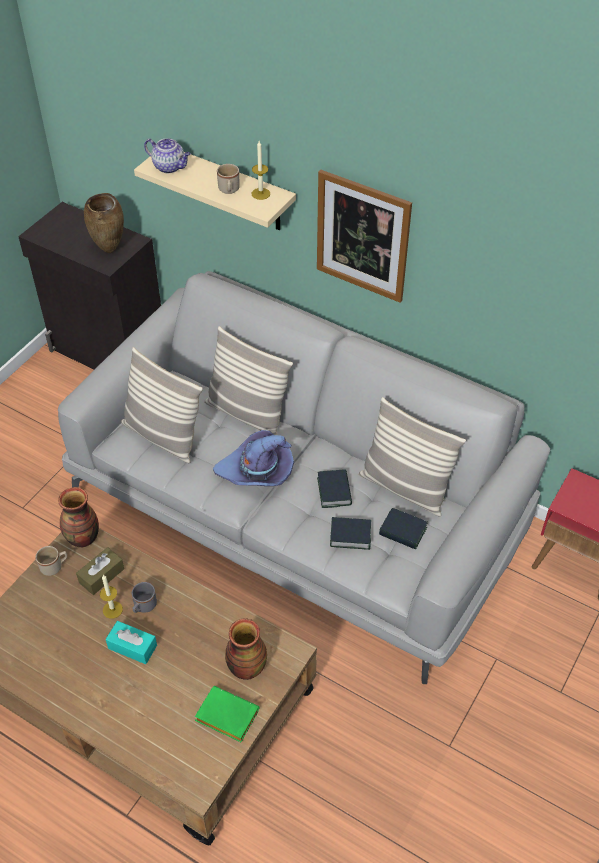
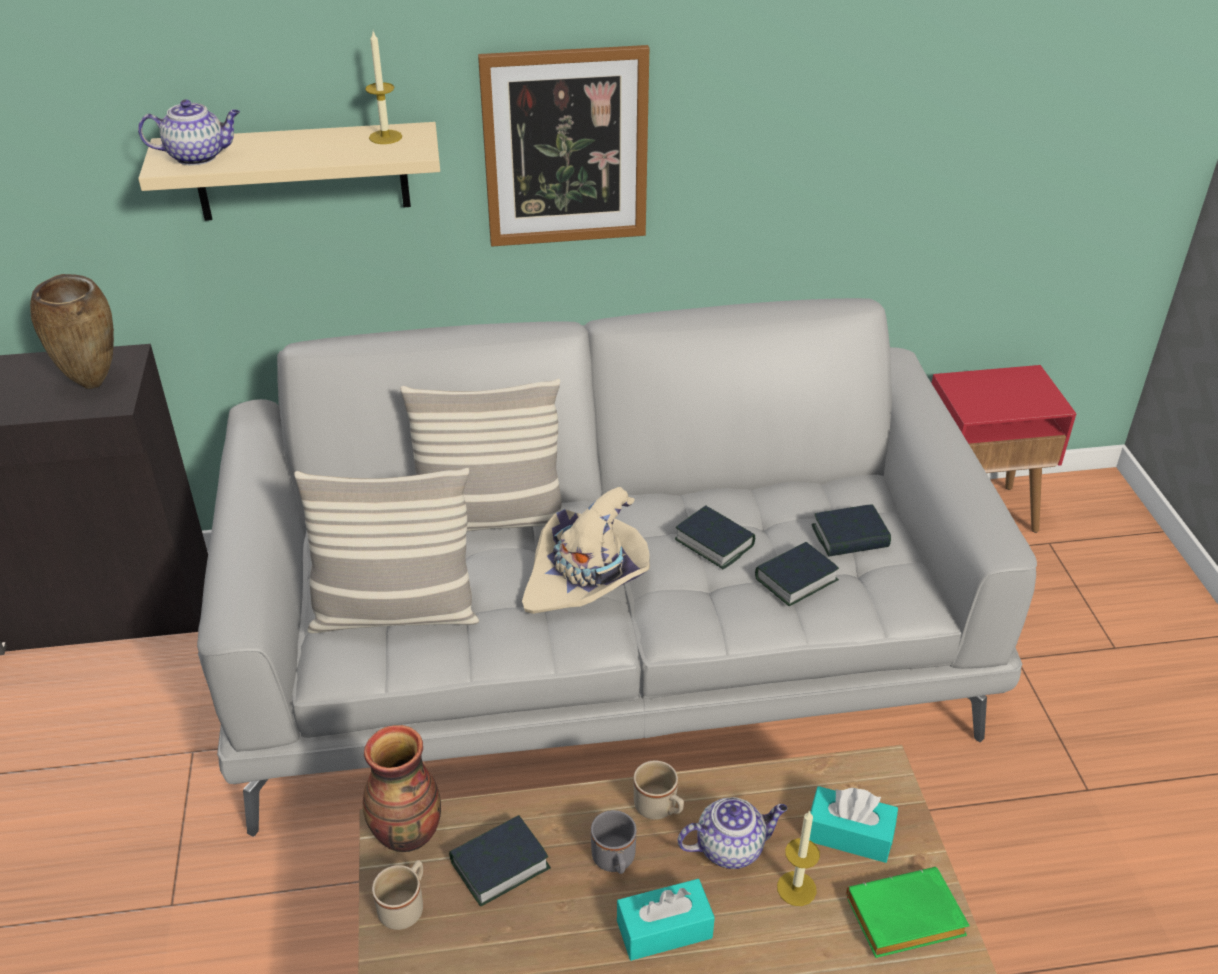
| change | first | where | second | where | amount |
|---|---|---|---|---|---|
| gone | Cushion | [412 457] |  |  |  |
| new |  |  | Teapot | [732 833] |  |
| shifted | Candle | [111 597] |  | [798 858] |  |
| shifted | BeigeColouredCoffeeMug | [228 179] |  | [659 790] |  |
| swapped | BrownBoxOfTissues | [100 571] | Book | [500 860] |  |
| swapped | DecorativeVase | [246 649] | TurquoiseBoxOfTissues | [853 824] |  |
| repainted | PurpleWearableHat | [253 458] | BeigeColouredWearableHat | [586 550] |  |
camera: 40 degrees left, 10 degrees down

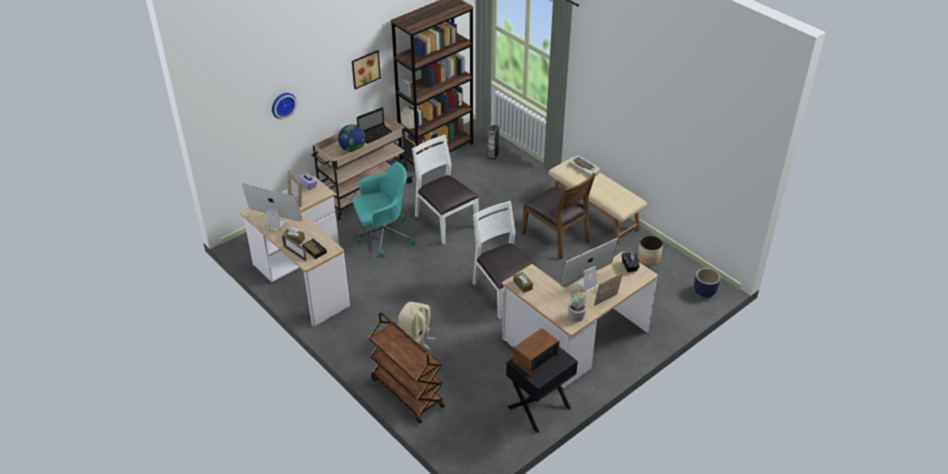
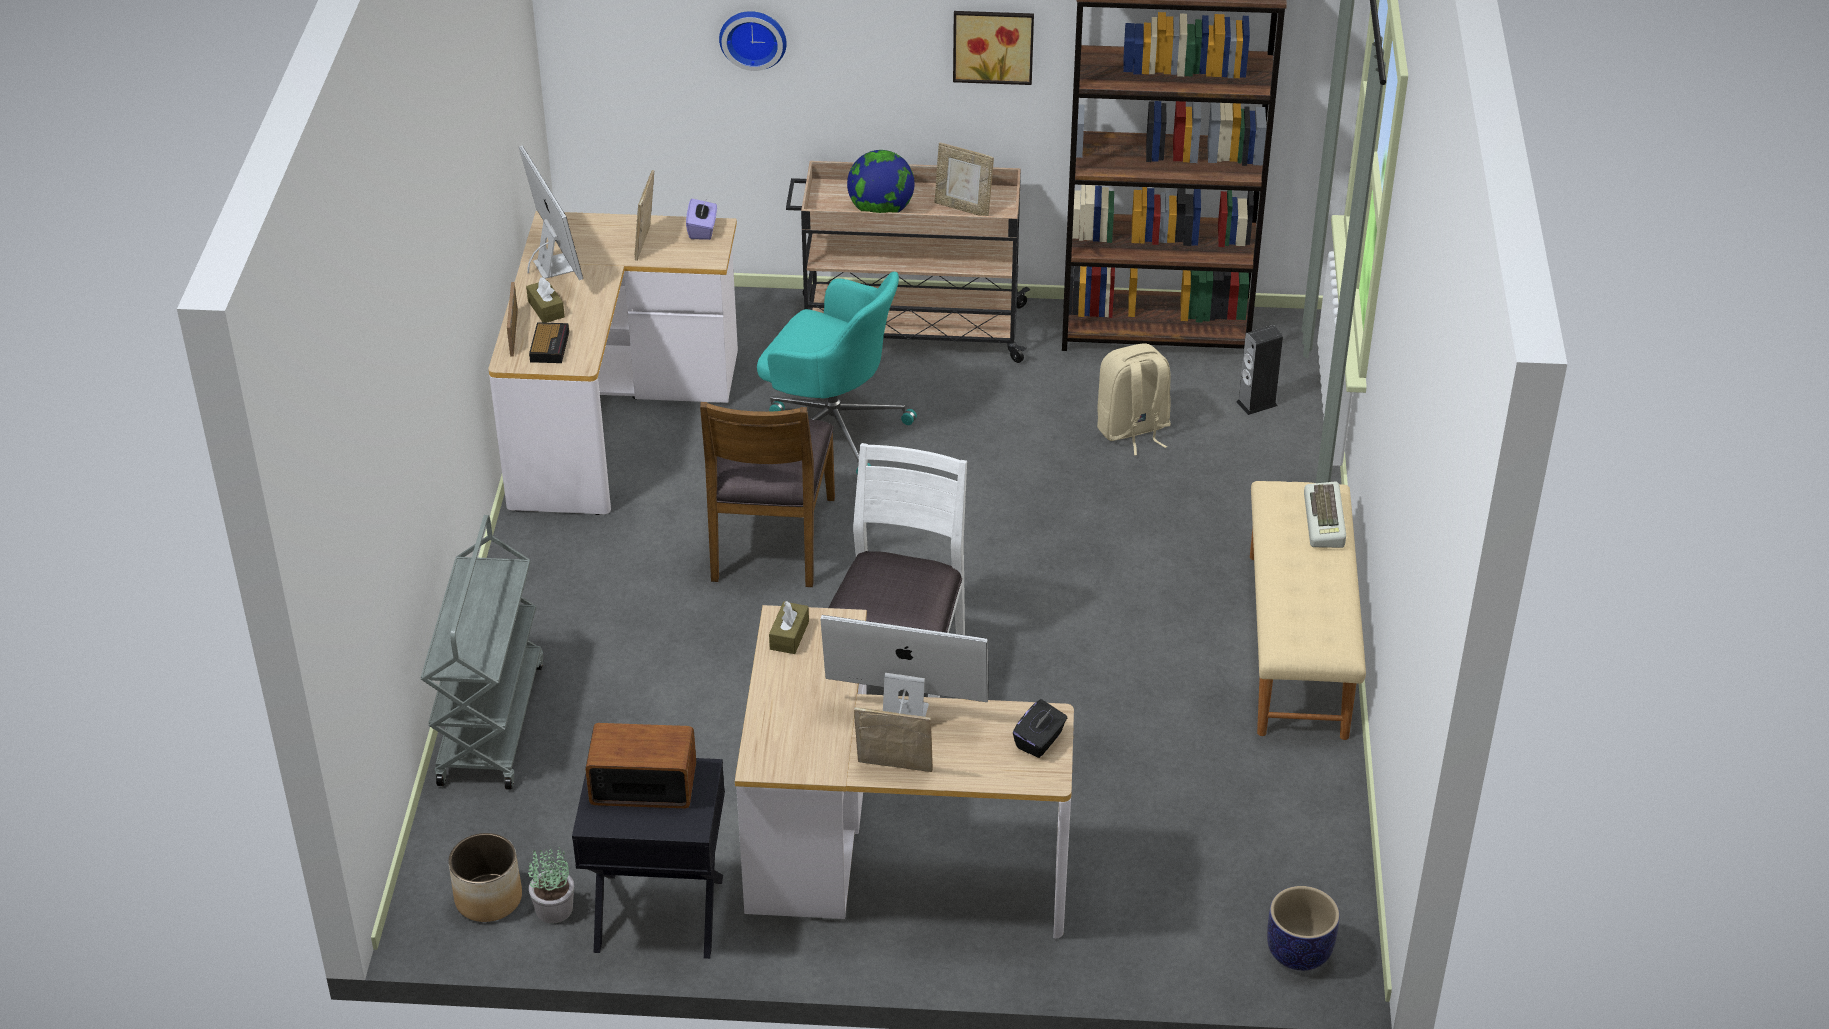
| change | first | where | second | where | amount |
|---|---|---|---|---|---|
| gone | WhiteUprightChair | [445 190] |  |  |  |
| shifted | BeigeColouredRucksack | [417 325] |  | [1134 399] |  |
| shifted | BrownUprightChair | [558 216] |  | [767 494] |  |
| shifted | PottedPlant | [577 305] |  | [551 884] |  |
| shifted | Planter | [650 250] |  | [485 877] |  |
| swapped | Laptop | [374 125] | PictureFrame | [964 179] |  |
| repainted | BrownWheeledCart | [406 367] | GrayWheeledCart | [482 652] |  |
camera: 45 degrees right, 0 degrees up

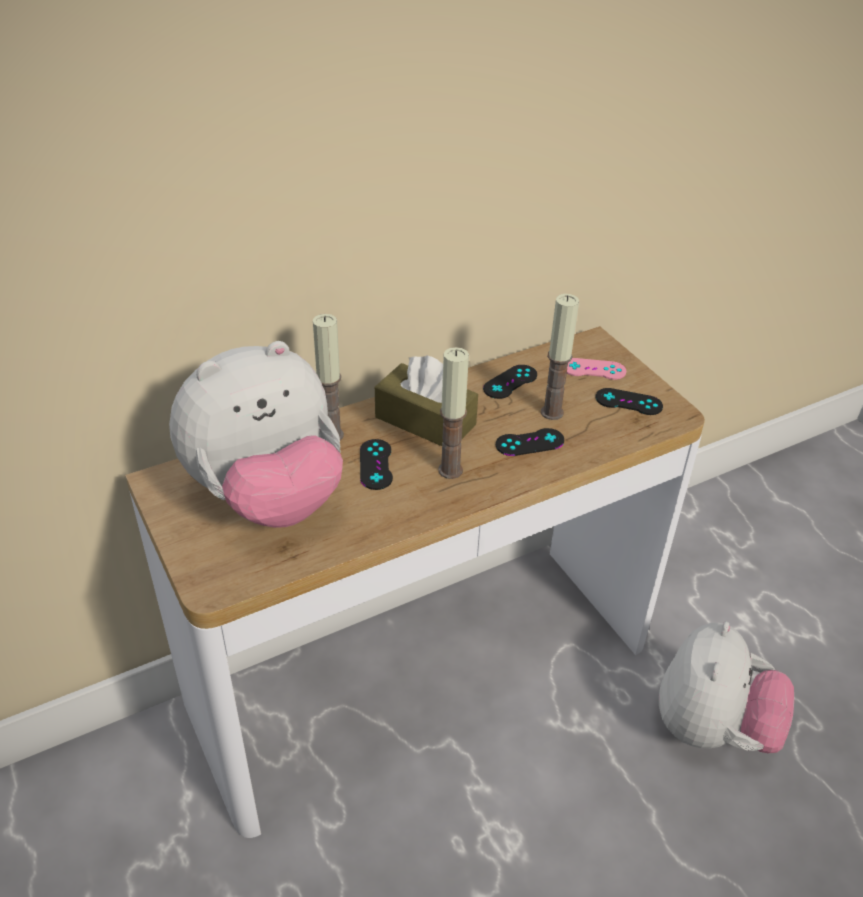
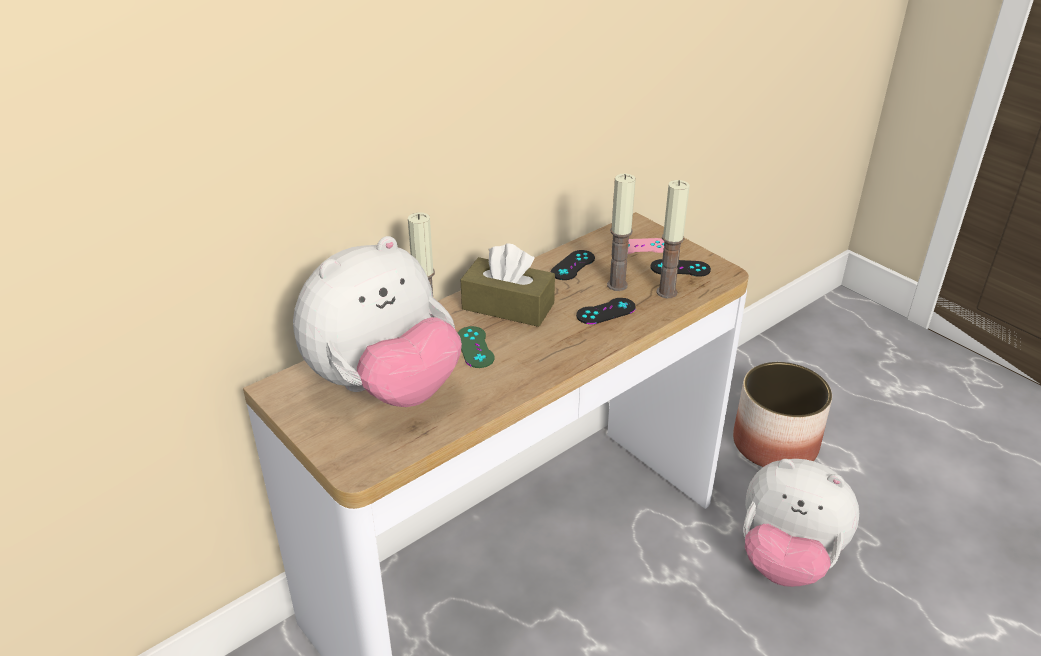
| change | first | where | second | where | amount |
|---|---|---|---|---|---|
| new |  |  | Planter | [782 414] |  |
| shifted | Candle | [453 413] |  | [673 239] |  |
| repainted | BlackishGamepad | [376 464] | GreenGamepad | [476 347] |  |
| rotated | SoftToy | [726 687] |  | [801 523] | 105 degrees clockwise |
camera: 10 degrees left, 5 degrees down

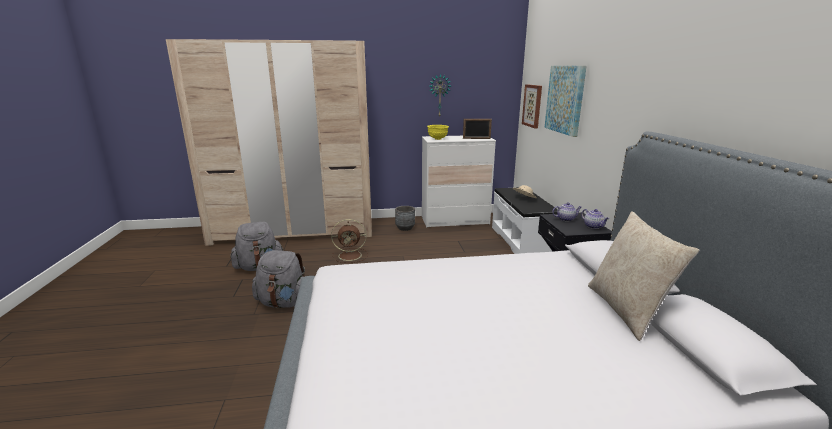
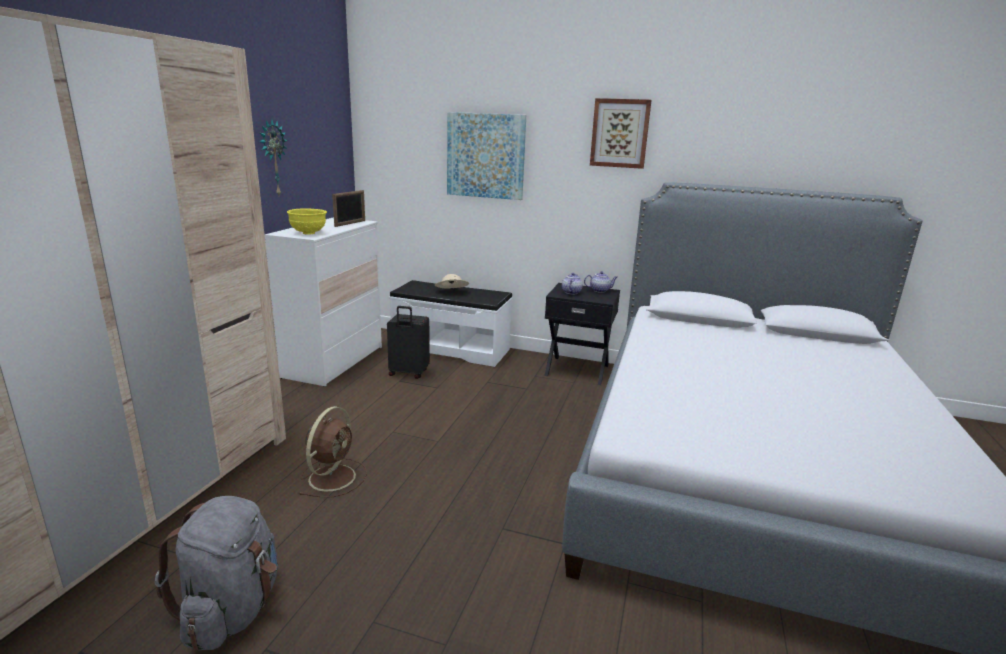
| change | first | where | second | where | amount |
|---|---|---|---|---|---|
| gone | GrayRucksack | [278 279] |  |  |  |
| gone | GrayPlanter | [405 218] |  |  |  |
| gone | BeigeColouredCushion | [643 276] |  |  |  |
| new |  |  | BlackishTravelCase | [408 342] |  |
| shifted | Picture | [532 106] |  | [621 133] |  |
camera: 65 degrees left, 0 degrees up

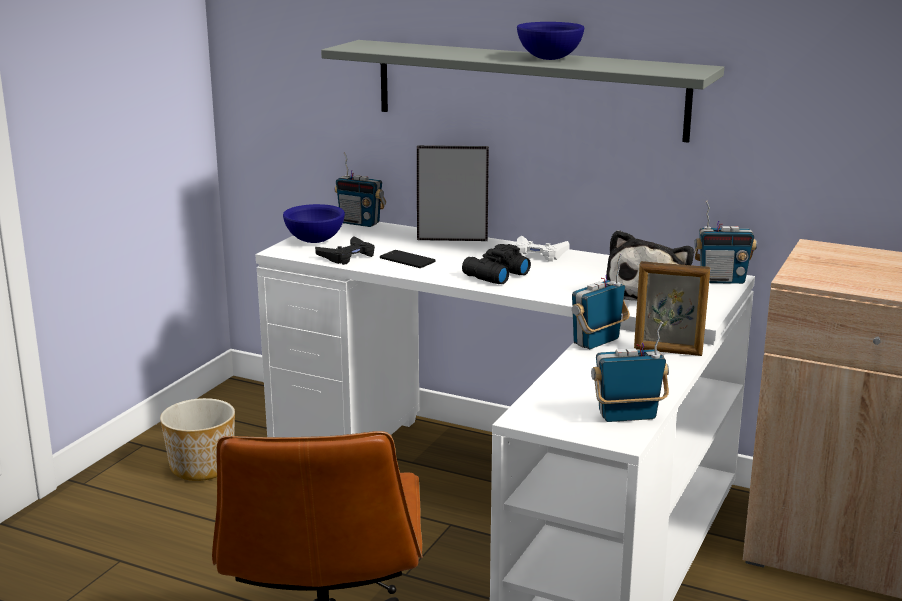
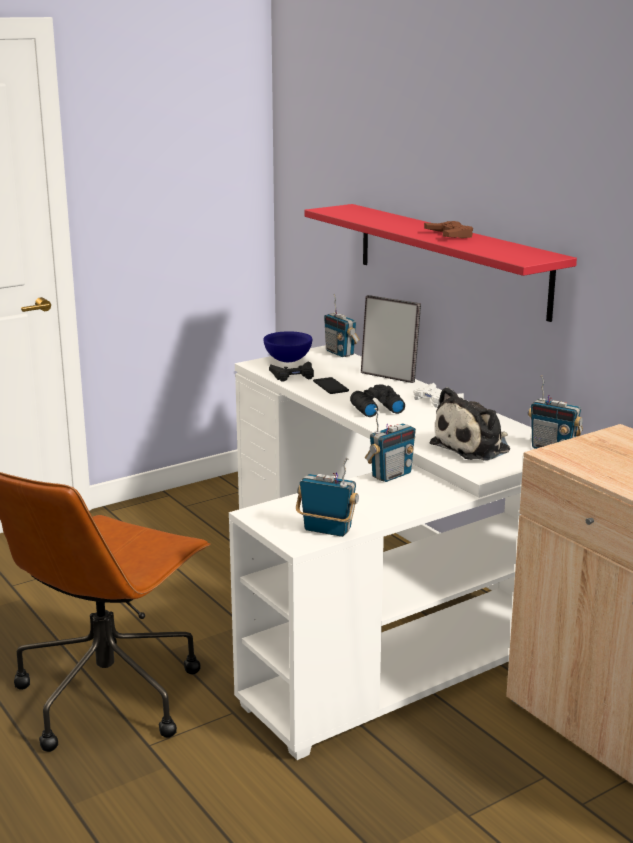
| change | first | where | second | where | amount |
|---|---|---|---|---|---|
| gone | Planter | [197 439] |  |  |  |
| gone | PictureFrame | [672 308] |  |  |  |
| swapped | BlueColouredDeepDish | [550 41] | BrownGamepad | [448 229] |  |
| repainted | GrayShelf | [522 91] | RedShelf | [440 263] |  |
| rotated | RadioReceiver | [601 301] |  | [390 445] | 150 degrees clockwise |
camera: 30 degrees right, 0 degrees up

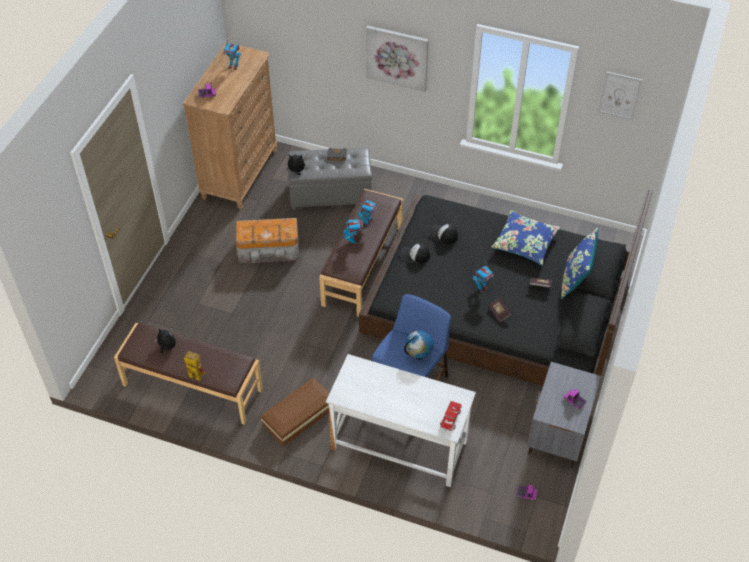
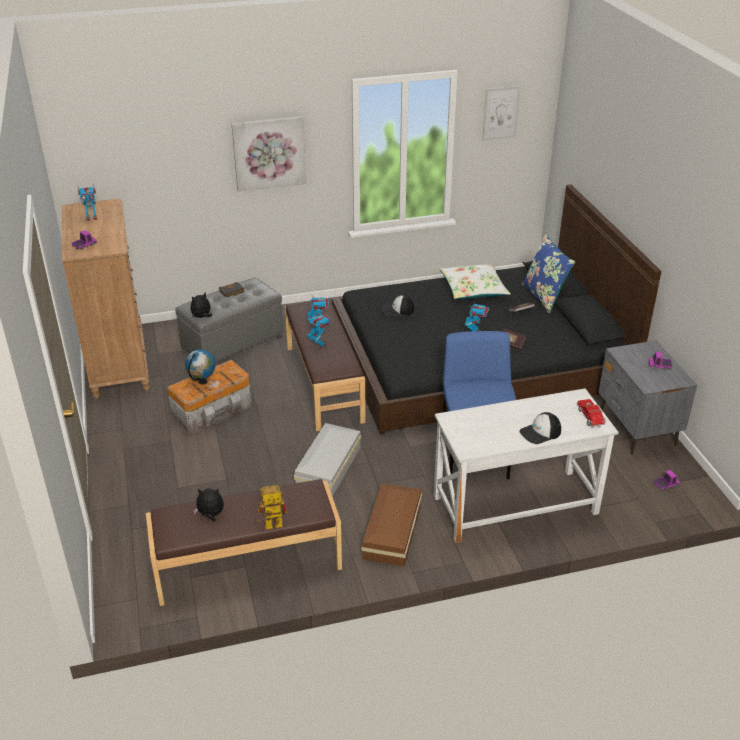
| change | first | where | second | where | amount |
|---|---|---|---|---|---|
| new |  |  | WhiteStorageContainer | [327 460] |  |
| shifted | PeakedCap | [415 253] |  | [540 428] |  |
| shifted | Globe | [418 345] |  | [200 367] |  |
| repainted | BlueColouredCushion | [525 238] | WhiteCushion | [475 282] |  |
camera: 35 degrees left, 15 degrees down

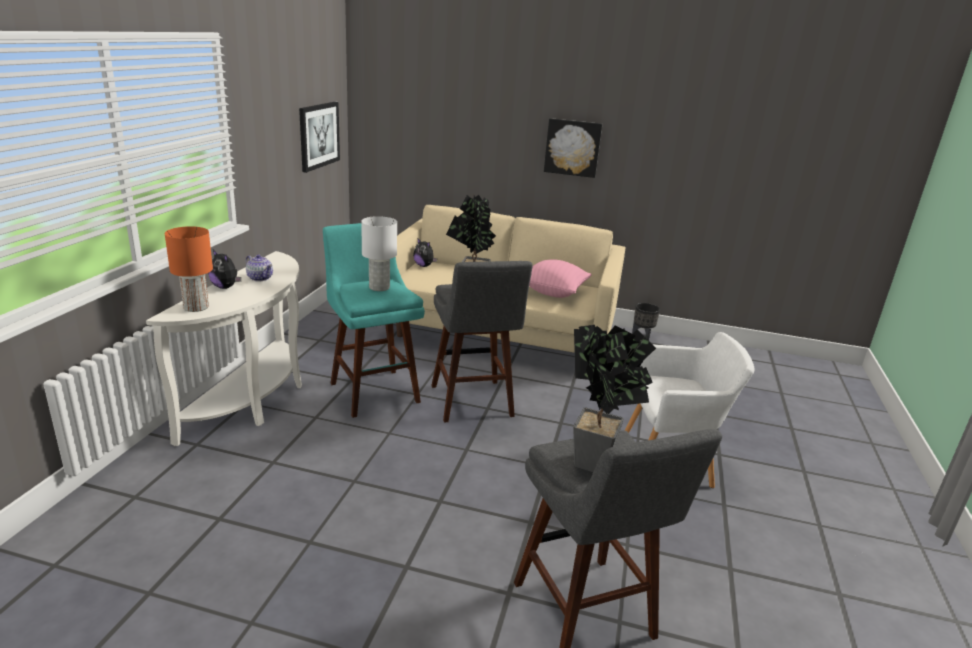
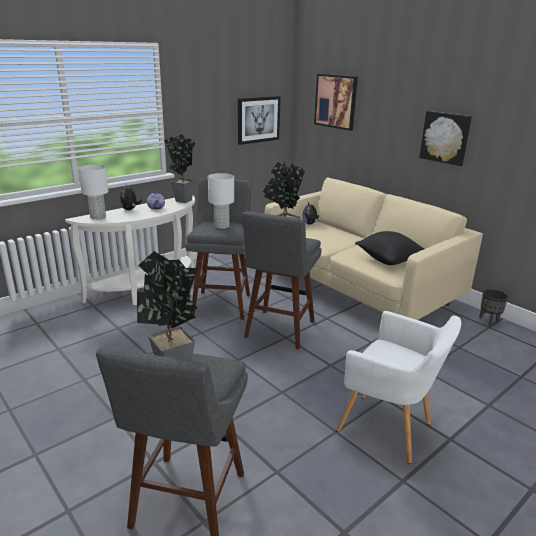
| change | first | where | second | where | amount |
|---|---|---|---|---|---|
| new |  |  | PottedPlant | [180 168] |  |
| new |  |  | Picture | [336 102] |  |
| repainted | OrangeLampForATable | [189 269] | WhiteLampForATable | [93 192] |  |
| repainted | TurquoiseStool | [374 320] | GrayStool | [218 249] |  |
| repainted | PinkishCushion | [560 278] | BlackishCushion | [389 248] |  |
camera: 35 degrees right, 0 degrees up

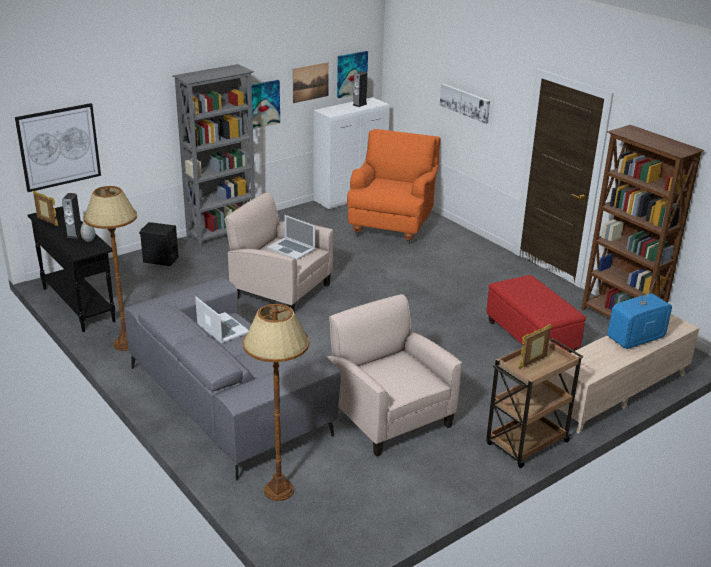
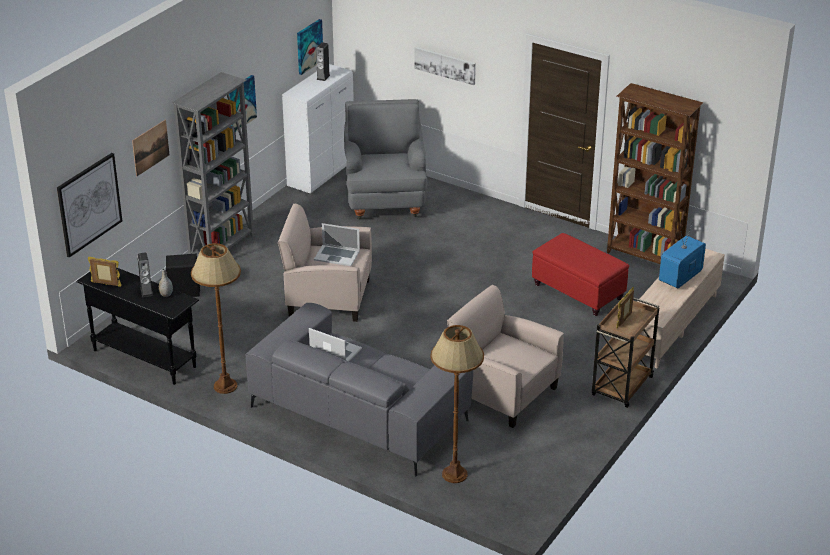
| change | first | where | second | where | amount |
|---|---|---|---|---|---|
| shifted | Picture | [311 82] |  | [150 148] |  |
| repainted | OrangeEasyChair | [394 186] | GrayEasyChair | [385 159] |  |
camera: 20 degrees left, 5 degrees up

